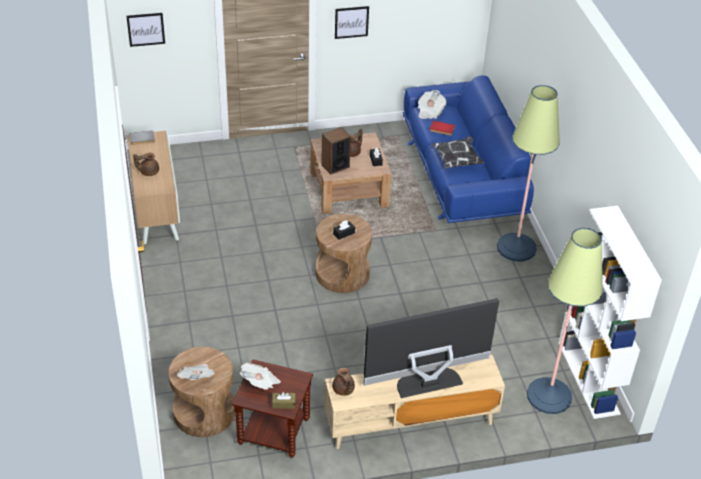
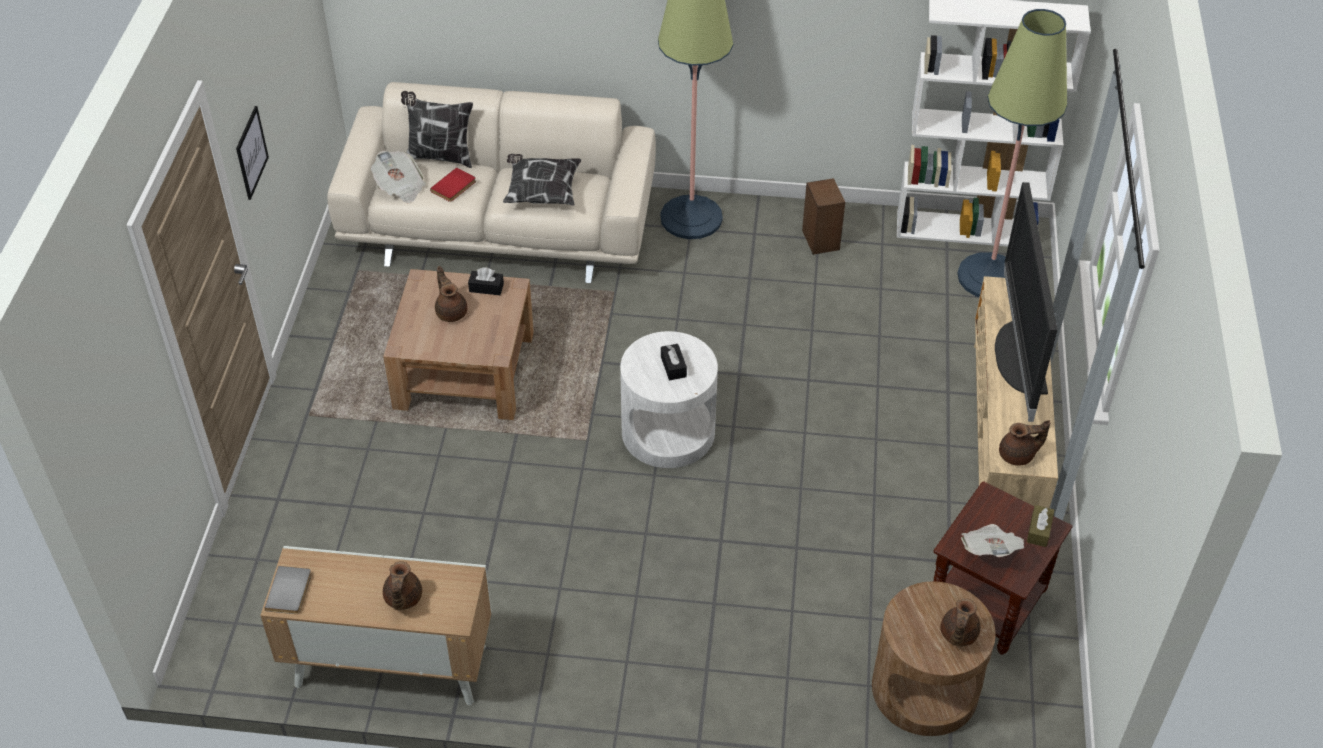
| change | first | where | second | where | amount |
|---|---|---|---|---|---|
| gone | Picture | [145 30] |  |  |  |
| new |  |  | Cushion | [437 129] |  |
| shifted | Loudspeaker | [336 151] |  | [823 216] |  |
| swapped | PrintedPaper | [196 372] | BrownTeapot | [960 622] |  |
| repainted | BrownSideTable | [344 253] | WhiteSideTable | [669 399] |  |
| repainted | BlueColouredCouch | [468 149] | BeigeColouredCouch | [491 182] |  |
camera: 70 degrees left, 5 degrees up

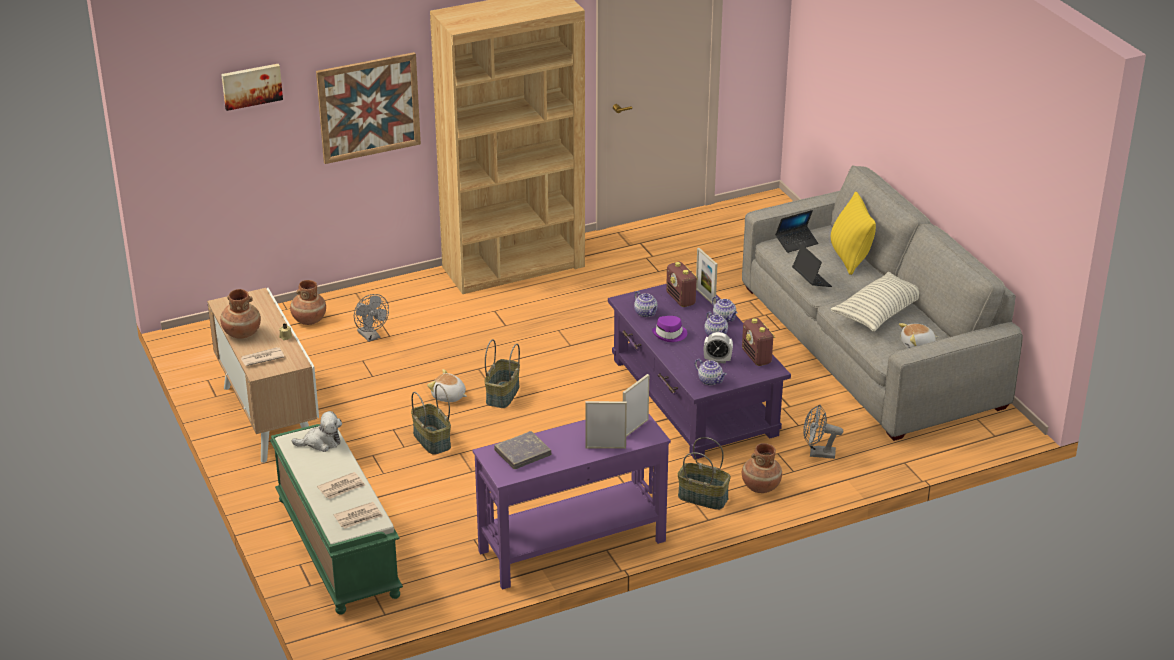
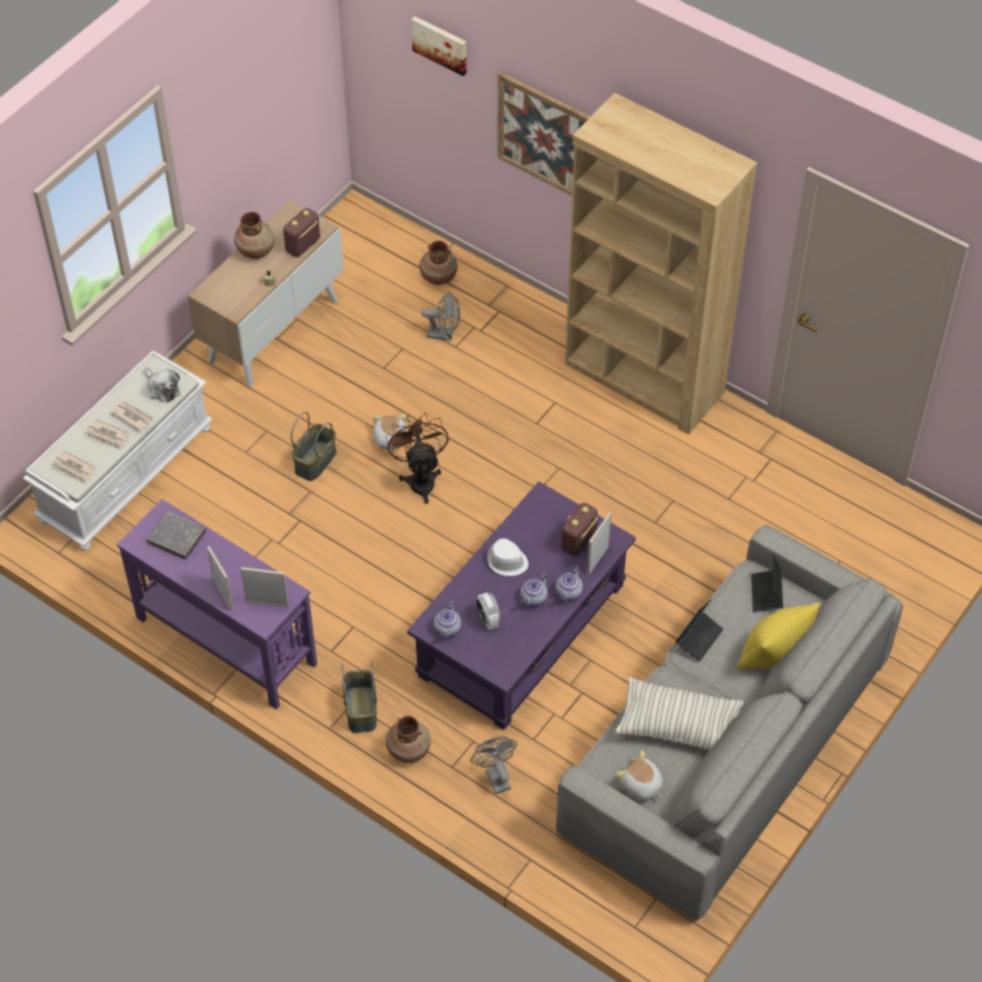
| change | first | where | second | where | amount |
|---|---|---|---|---|---|
| gone | Teapot | [646 304] |  |  |  |
| shifted | PrintedPaper | [262 356] |  | [132 416] |  |
| shifted | RadioReceiver | [758 342] |  | [301 232] |  |
| swapped | StorageBasket | [502 373] | BrownFan | [417 458] |  |
| repainted | GreenBench | [336 519] | WhiteBench | [118 451] |  |
| repainted | PurpleWearableHat | [669 329] | WhiteWearableHat | [507 557] |  |
| rotated | GrayFan | [371 318] |  | [440 316] | 105 degrees counterclockwise |
| rotated | Laptop | [796 231] |  | [767 582] | 60 degrees clockwise |
camera: 60 degrees right, 20 degrees up

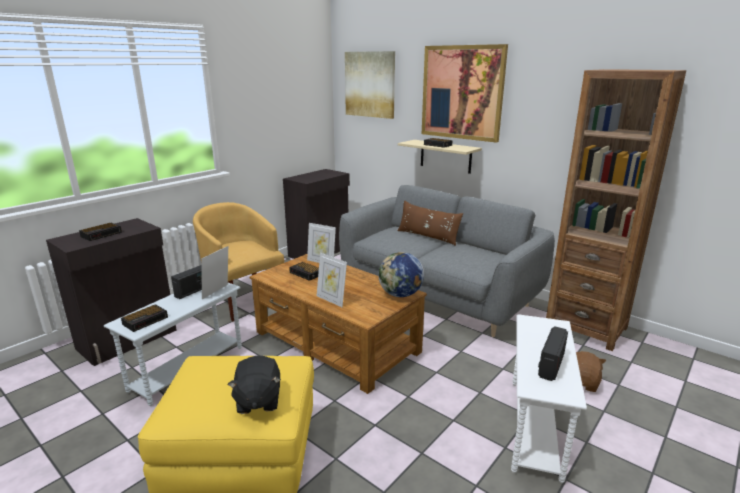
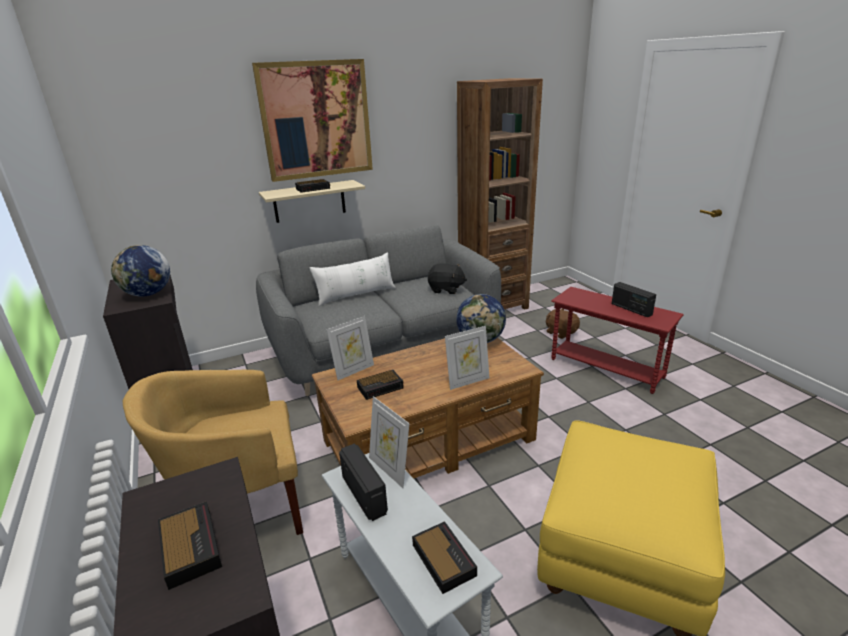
| change | first | where | second | where | amount |
|---|---|---|---|---|---|
| gone | Picture | [370 85] |  |  |  |
| new |  |  | Globe | [140 270] |  |
| shifted | BlackishSoftToy | [254 385] |  | [447 278] |  |
| repainted | BrownCushion | [430 223] | WhiteCushion | [352 279] |  |
| repainted | WhiteSideTable | [549 398] | RedSideTable | [617 340] |  |
camera: 65 degrees left, 5 degrees up

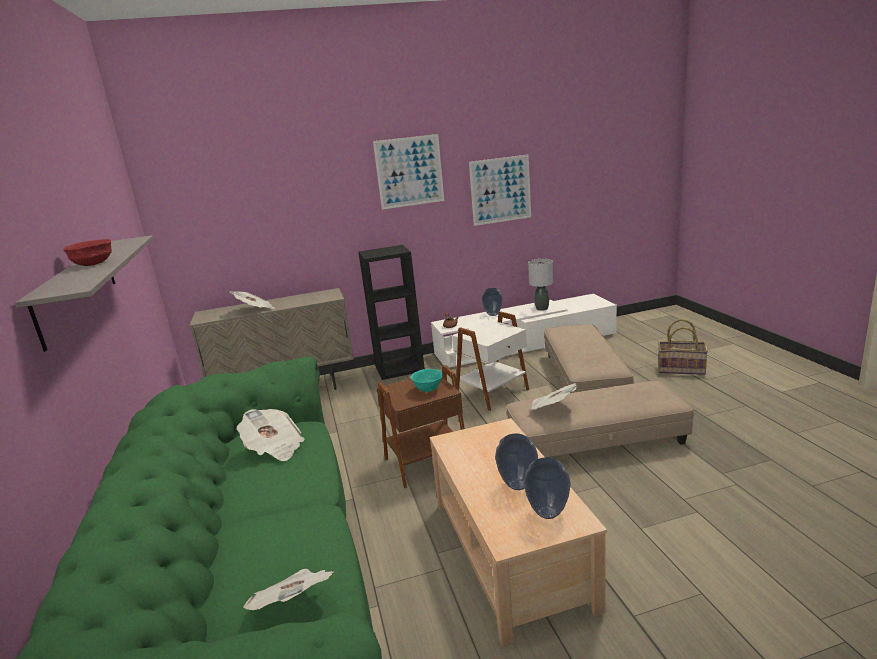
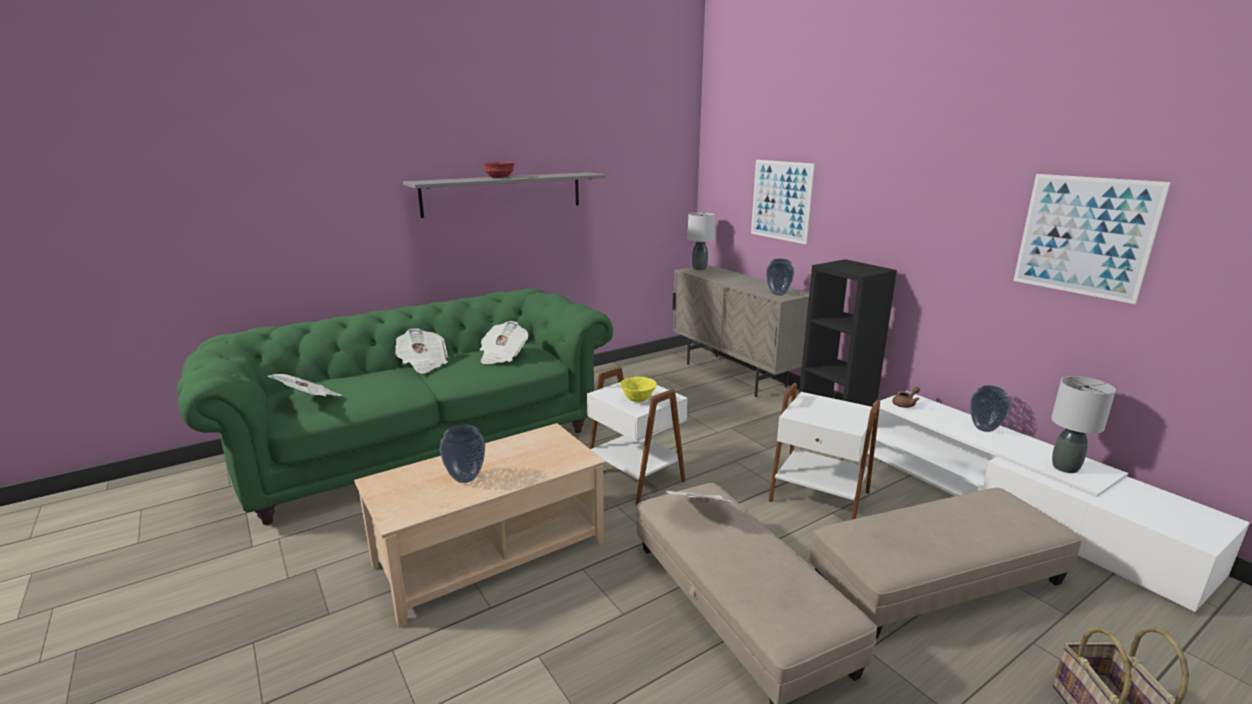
| change | first | where | second | where | amount |
|---|---|---|---|---|---|
| new |  |  | GrayLampForATable | [701 241] |  |
| shifted | PrintedPaper | [252 300] |  | [421 351] |  |
| shifted | Picture | [408 171] |  | [783 202] |  |
| shifted | DecorativeVase | [547 488] |  | [780 277] |  |
| repainted | BrownSideTable | [421 426] | WhiteSideTable | [637 436] |  |
| repainted | TurquoiseDeepDish | [427 380] | YellowColouredDeepDish | [638 389] |  |
camera: 70 degrees right, 0 degrees up

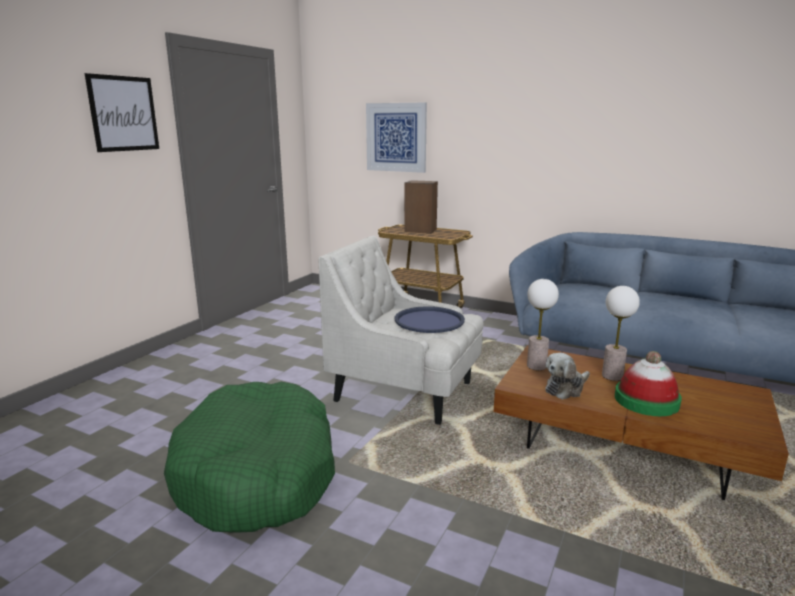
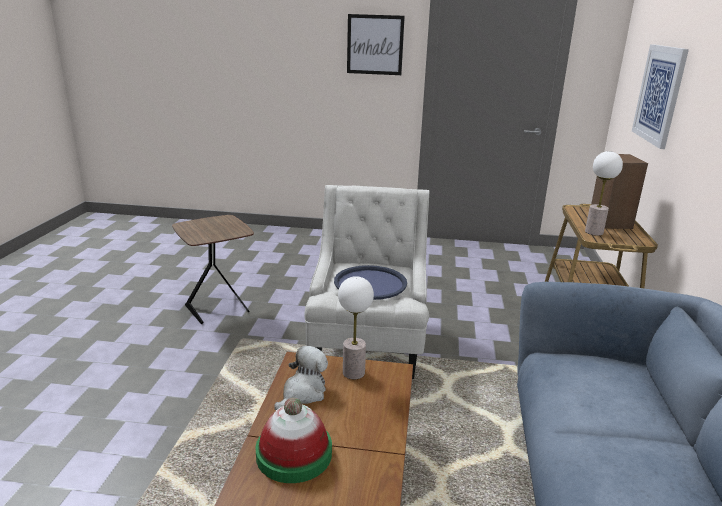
| change | first | where | second | where | amount |
|---|---|---|---|---|---|
| shifted | LampForATable | [621 333] |  | [604 193] |  |
| swapped | GreenPetBed | [249 457] | BrownSideTable | [213 269] |  |
| rotated | SoftToy | [567 376] |  | [301 378] | 90 degrees clockwise |
camera: 70 degrees right, 5 degrees up

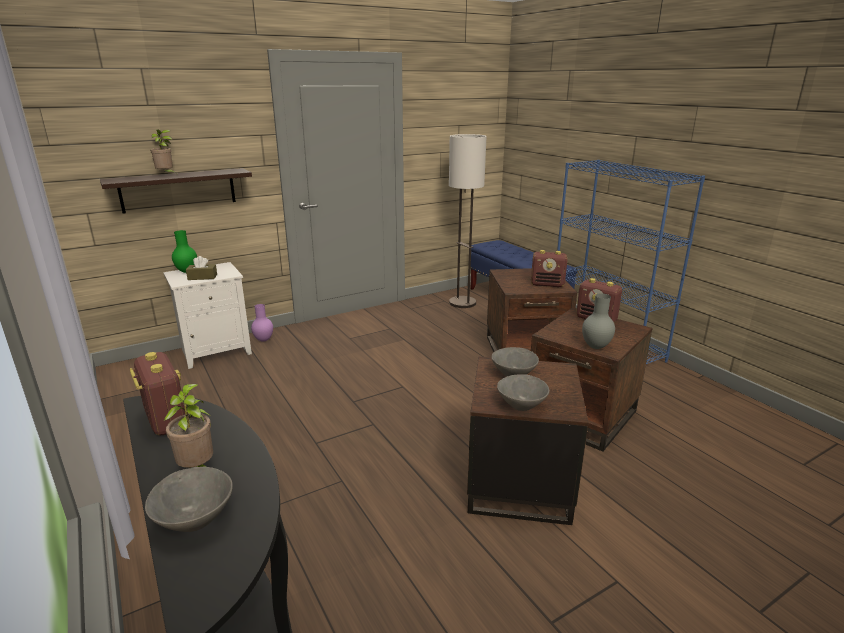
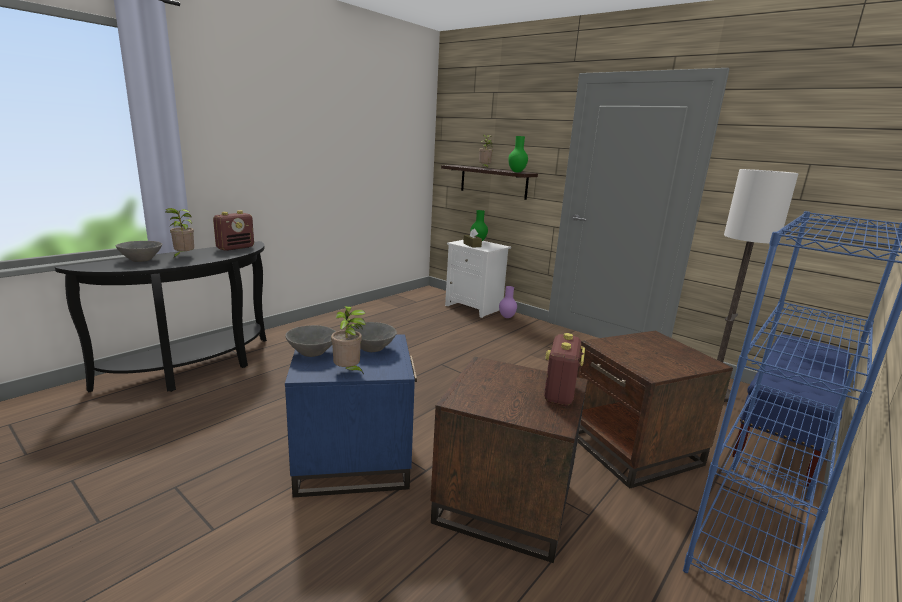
| change | first | where | second | where | amount |
|---|---|---|---|---|---|
| gone | RadioReceiver | [549 268] |  |  |  |
| gone | GrayDecorativeVase | [598 321] |  |  |  |
| new |  |  | PottedPlant | [348 340] |  |
| new |  |  | GreenDecorativeVase | [518 154] |  |
| repainted | BrownSideTable | [527 441] | BlueColouredSideTable | [351 415] |  |
camera: 70 degrees right, 5 degrees down

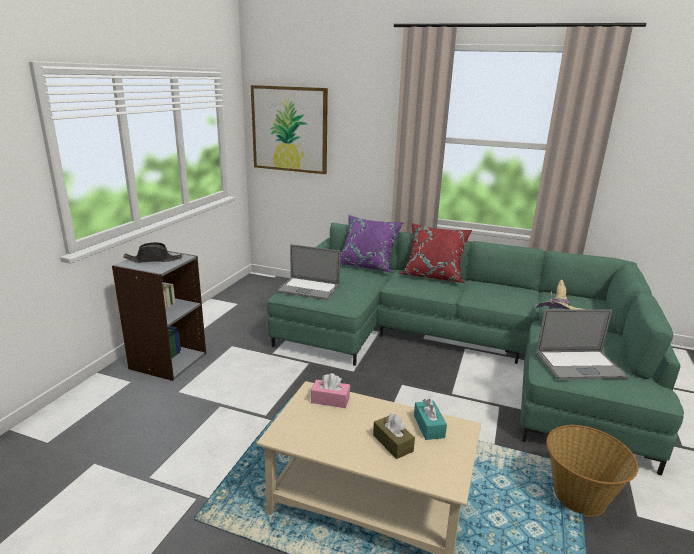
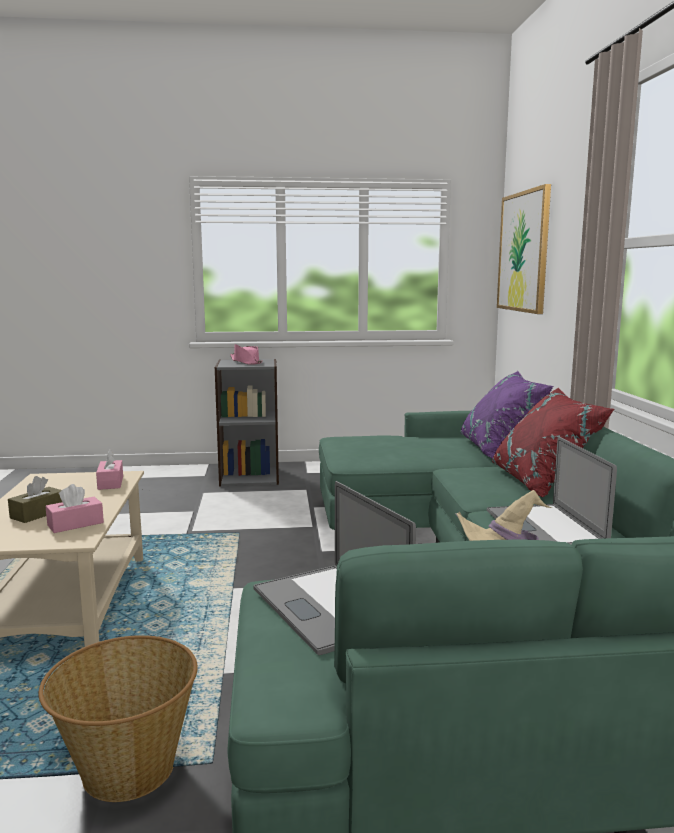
| change | first | where | second | where | amount |
|---|---|---|---|---|---|
| shifted | Laptop | [308 272] |  | [552 490] |  |
| repainted | BlackishWearableHat | [152 252] | PinkishWearableHat | [246 354] |  |
| repainted | TurquoiseBoxOfTissues | [430 419] | PinkishBoxOfTissues | [75 508] |  |
camera: 65 degrees right, 10 degrees down

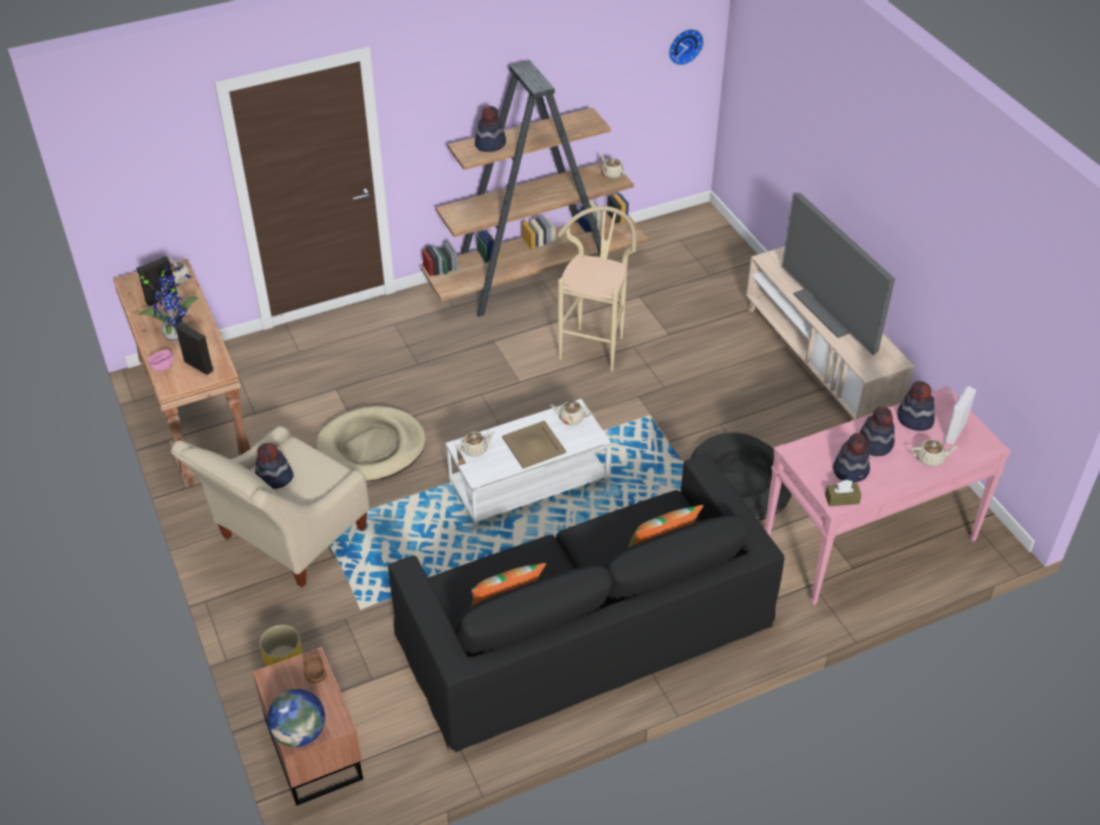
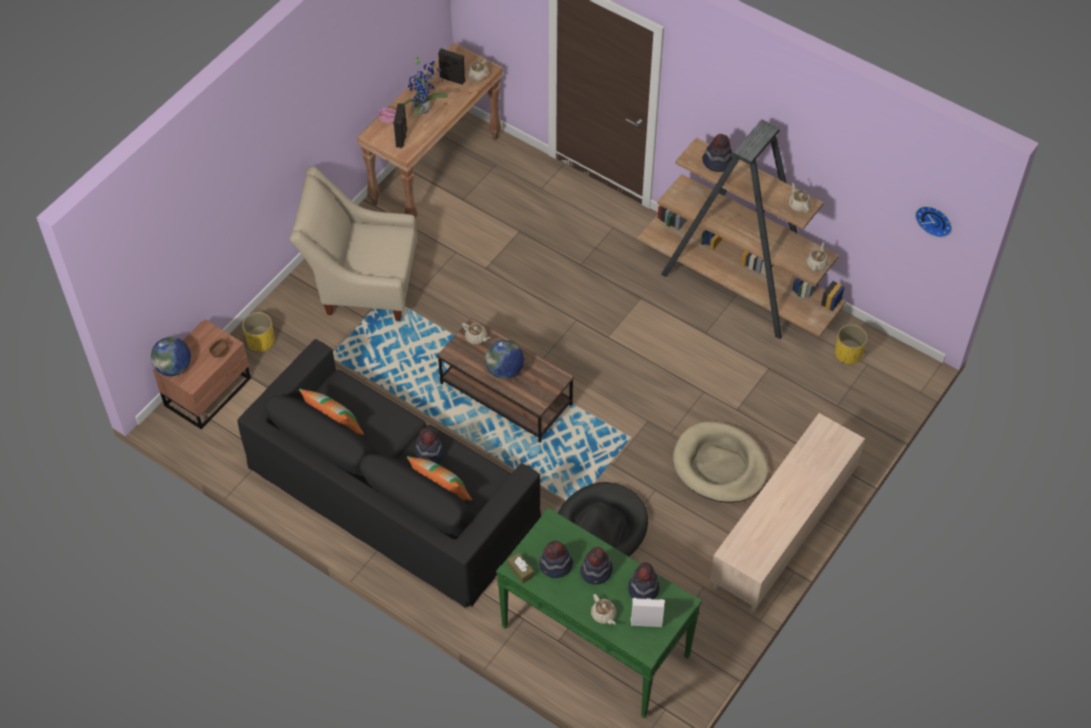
| change | first | where | second | where | amount |
|---|---|---|---|---|---|
| gone | BeigeColouredStool | [596 288] |  |  |  |
| gone | Tv | [838 274] |  |  |  |
| new |  |  | YellowColouredPlanter | [851 344] |  |
| shifted | WearableHat | [274 466] |  | [429 446] |  |
| shifted | BeigeColouredPetBed | [370 444] |  | [721 462] |  |
| shifted | BeigeColouredTeapot | [570 413] |  | [799 197] |  |
| swapped | BeigeColouredTray | [534 445] | Globe | [504 359] |  |
| repainted | WhiteCoffeeTable | [528 464] | BrownCoffeeTable | [505 380] |  |
| repainted | PinkishNarrowTable | [888 495] | GreenNarrowTable | [599 612] |  |
camera: 60 degrees right, 10 degrees up

